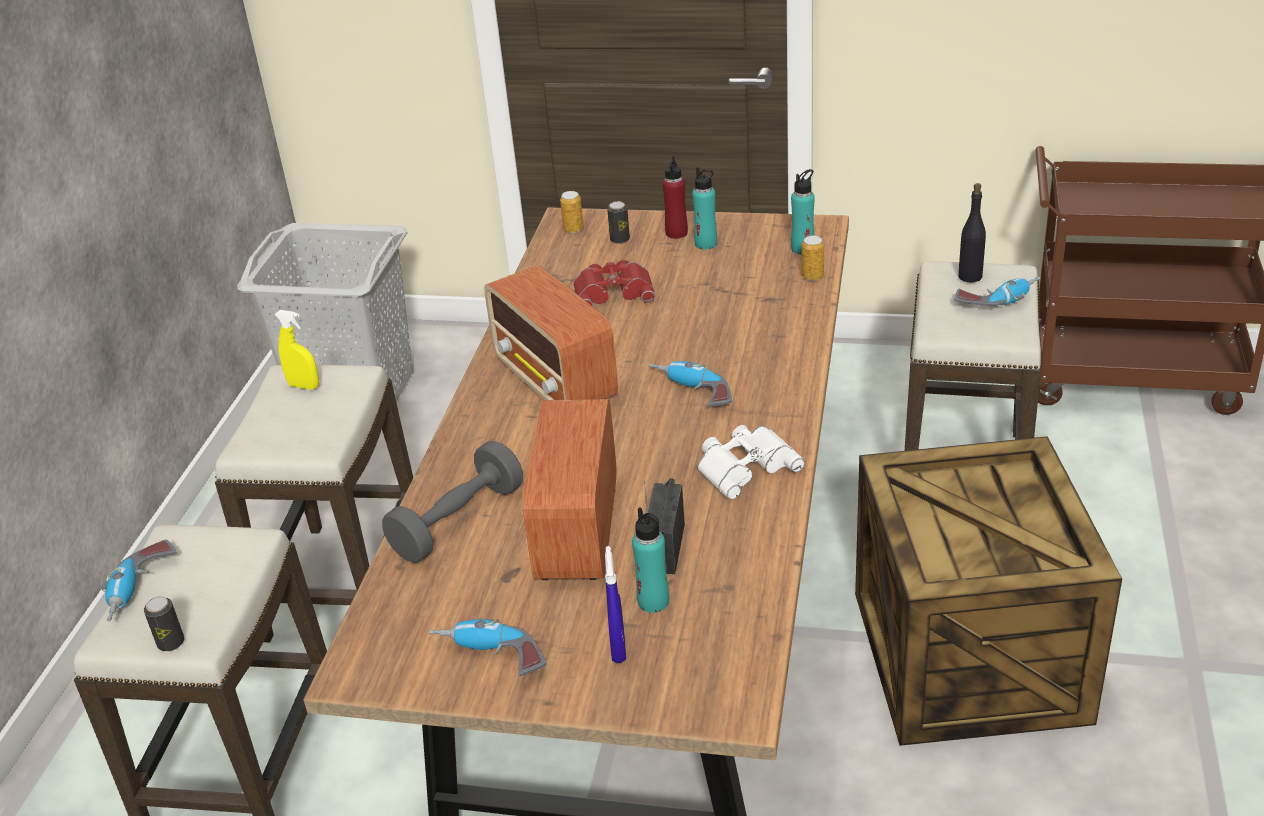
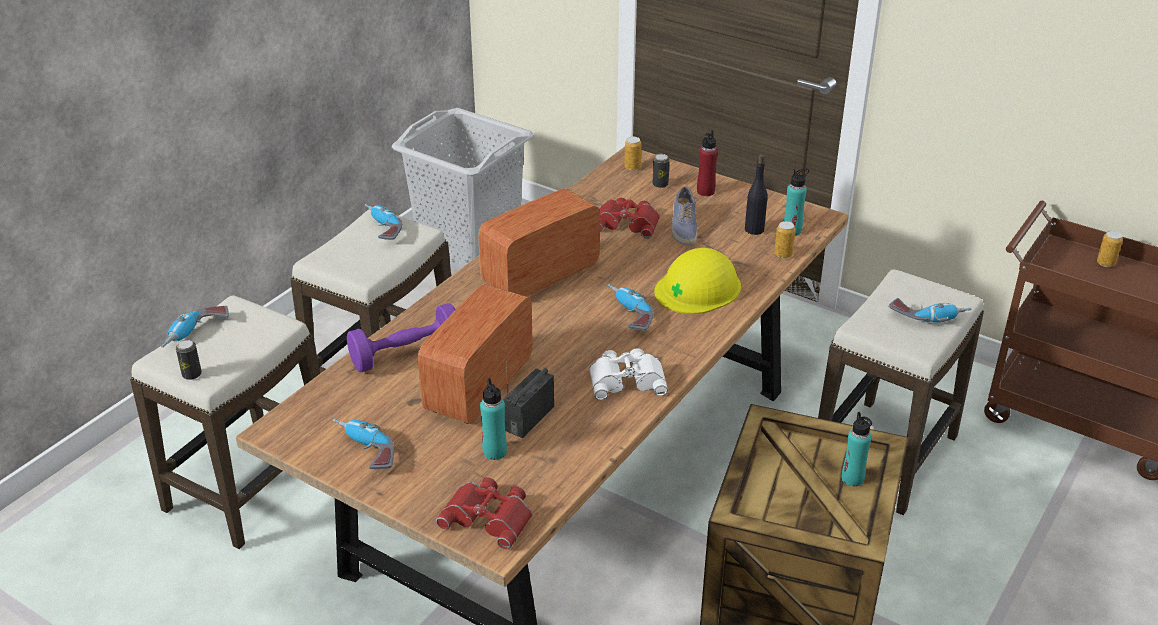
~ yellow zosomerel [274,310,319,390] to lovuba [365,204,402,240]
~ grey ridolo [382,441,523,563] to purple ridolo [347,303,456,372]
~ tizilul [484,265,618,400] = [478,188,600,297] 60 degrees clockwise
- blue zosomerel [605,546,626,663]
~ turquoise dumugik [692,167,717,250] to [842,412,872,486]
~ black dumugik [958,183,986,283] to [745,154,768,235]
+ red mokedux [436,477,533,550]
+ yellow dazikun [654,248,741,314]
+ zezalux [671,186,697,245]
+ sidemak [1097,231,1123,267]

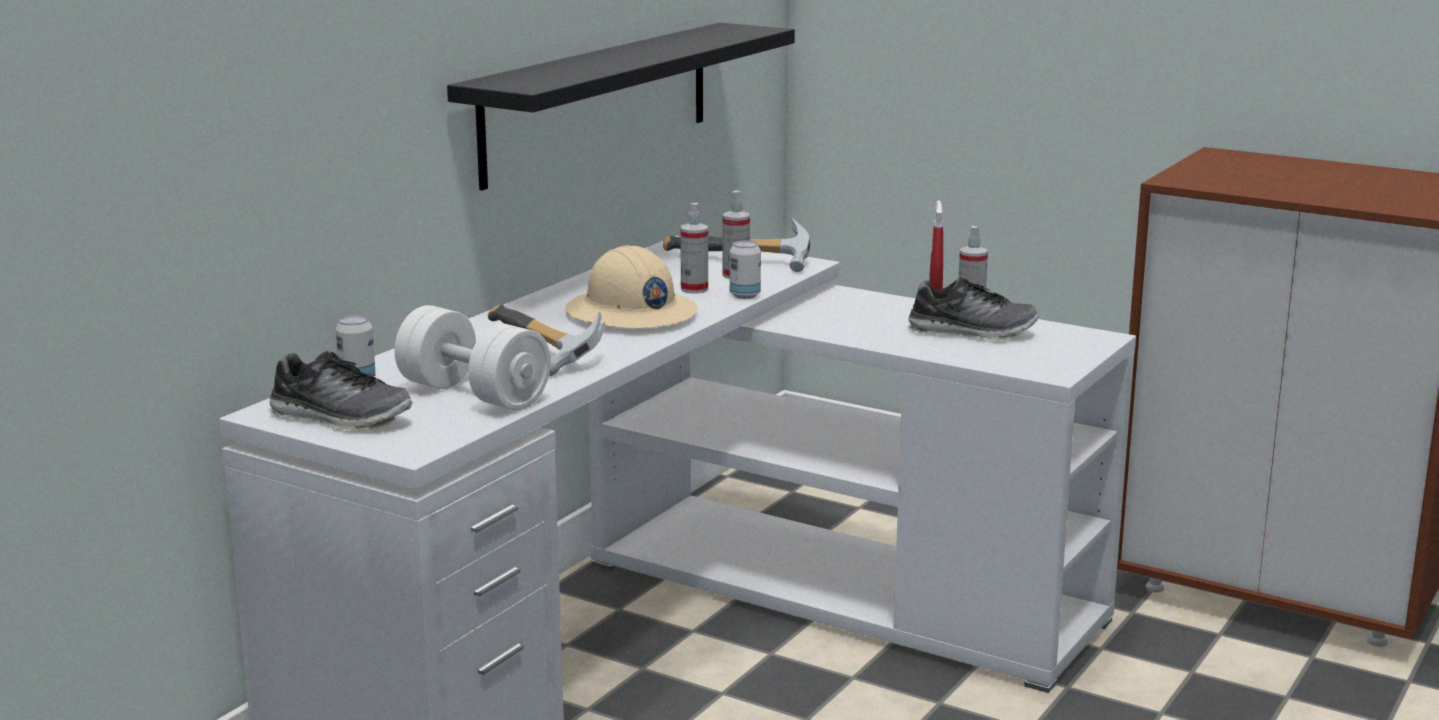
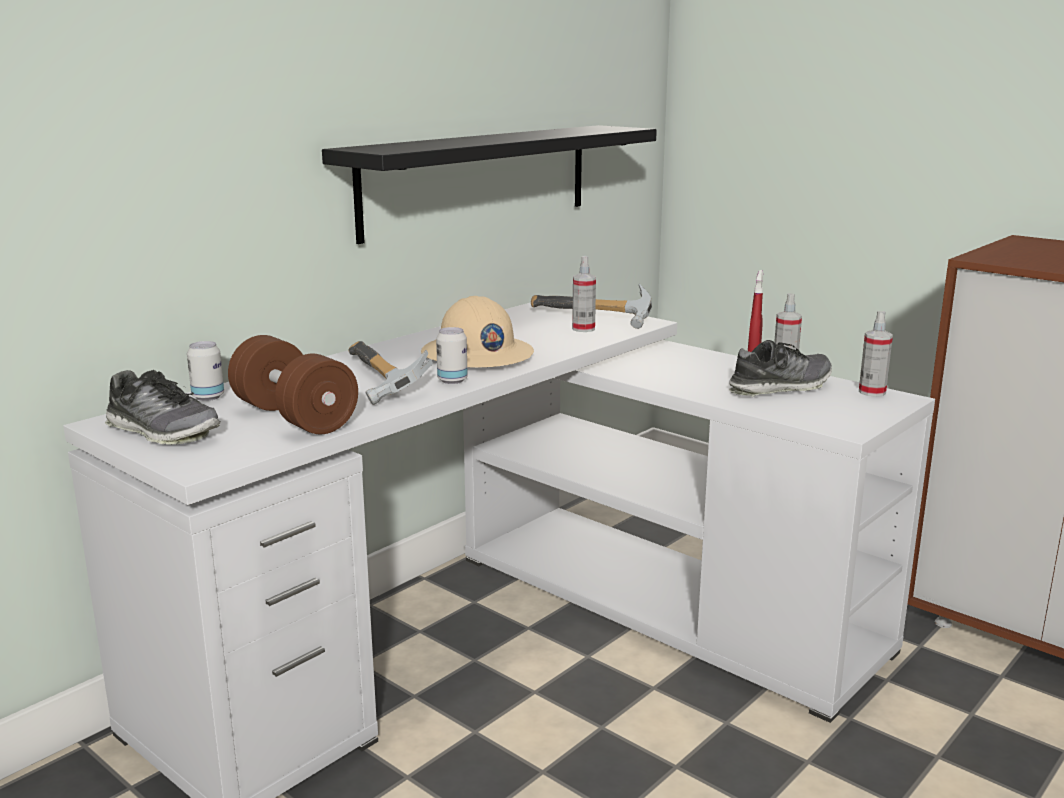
~ white ridolo [395,305,551,410] to brown ridolo [228,335,358,434]
~ zosomerel [680,203,708,294] to [859,311,893,397]
~ sidemak [730,240,761,299] to [436,327,468,384]
~ zezalux [908,277,1038,340] = [729,340,832,397] 45 degrees counterclockwise

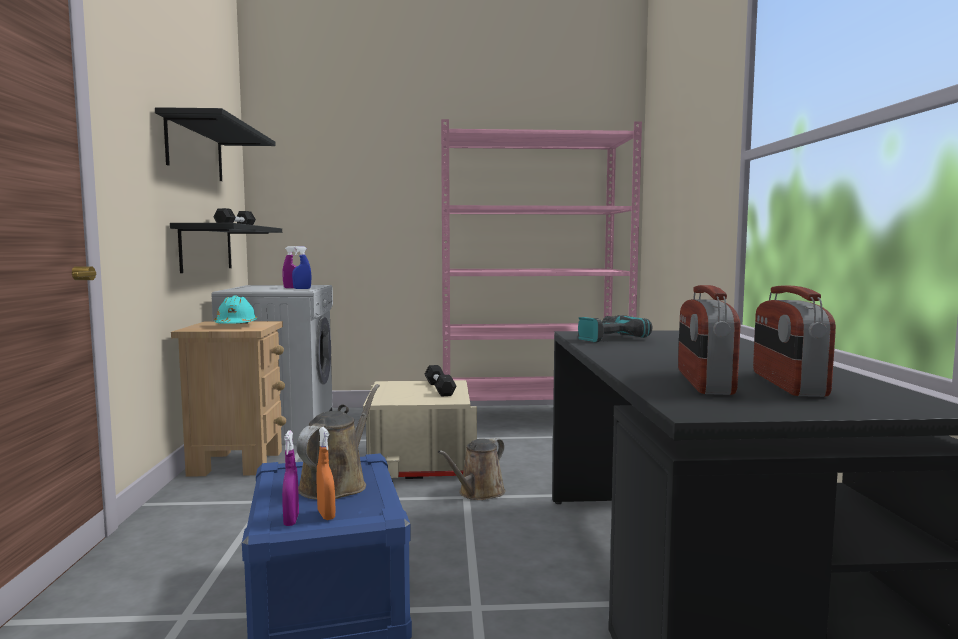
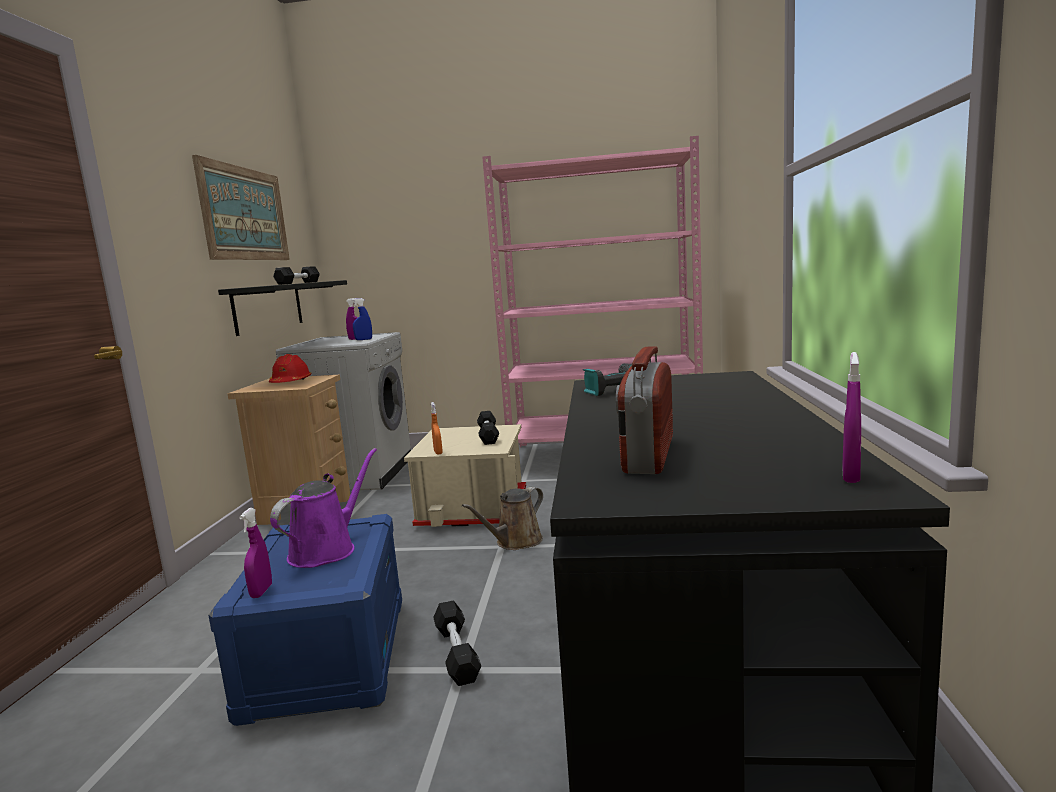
~ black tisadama [155,107,276,181] to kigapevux [192,155,290,260]
~ turquoise dazikun [214,295,257,324] to red dazikun [269,354,311,383]
~ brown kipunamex [297,384,380,500] to purple kipunamex [270,448,377,568]
~ orange zosomerel [316,427,335,520] to [431,402,443,455]
- tizilul [753,286,836,397]
+ black ridolo [433,600,481,686]
+ purple zosomerel [842,352,861,483]

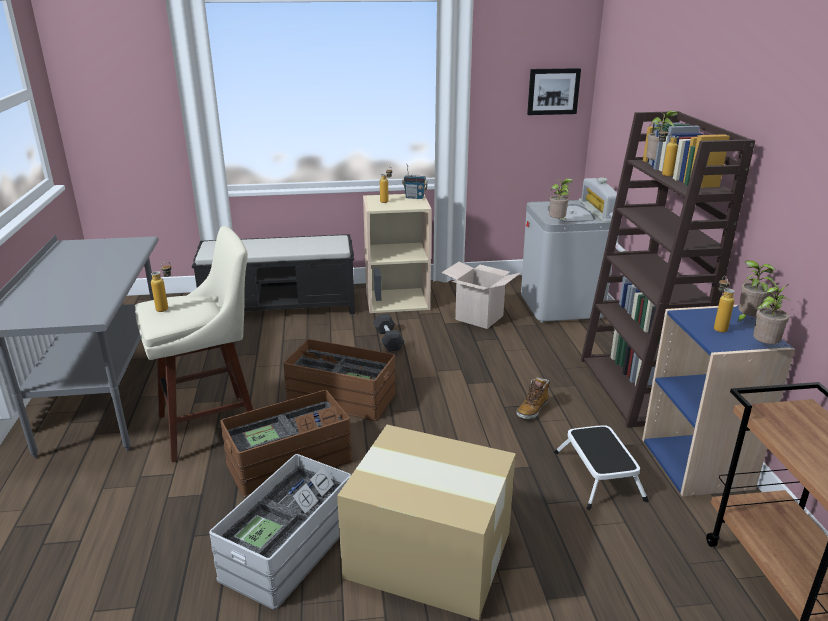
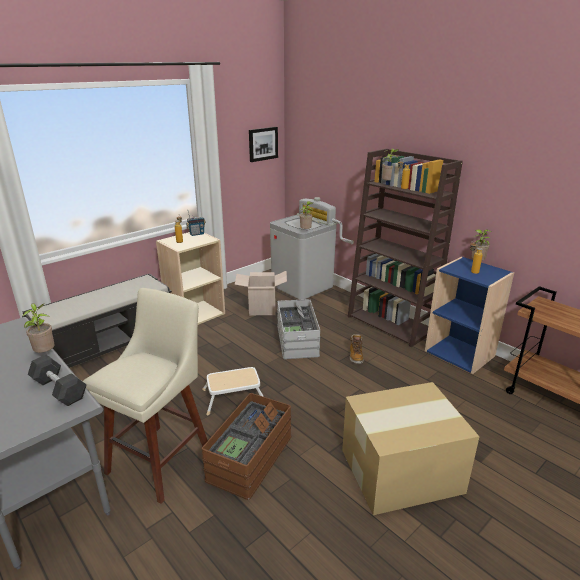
- dumugik [151,262,171,312]
~ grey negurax [209,454,351,610] to [277,299,320,359]
~ brown negurax [283,339,396,421] to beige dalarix [202,367,264,415]
~ black ridolo [373,313,404,352] to [28,354,87,406]
- black dalarix [554,425,649,510]
~ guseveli [753,280,792,344] to [22,303,55,353]

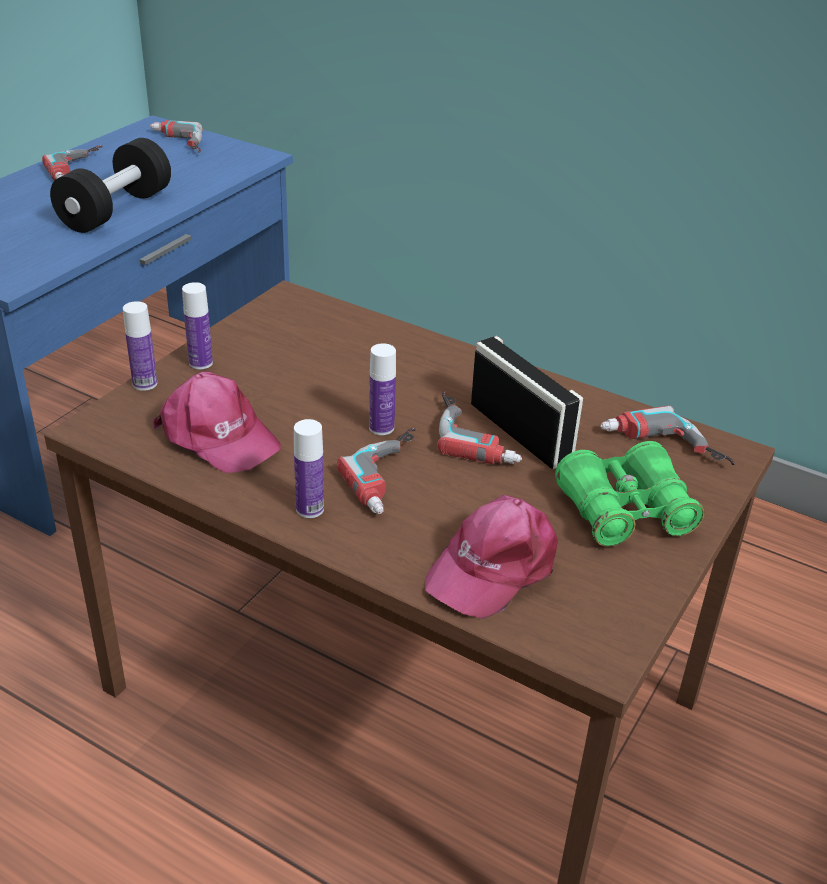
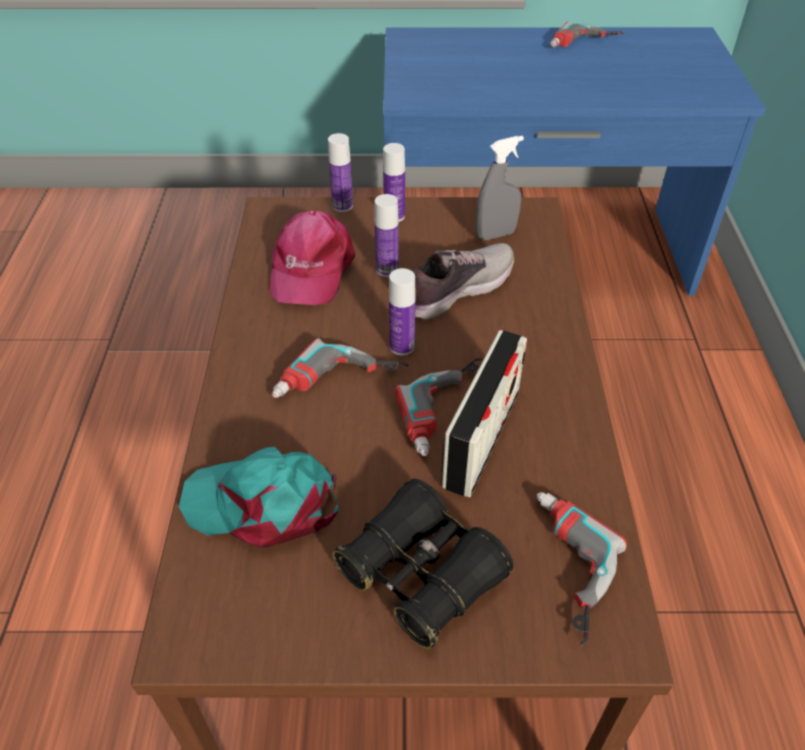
- black ridolo [50,138,171,233]
- lovuba [150,120,203,153]
~ dumugik [294,419,324,518] to [375,194,399,277]
~ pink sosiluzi [425,495,558,619] to turquoise sosiluzi [179,447,339,547]
~ green mokedux [555,441,705,547] to black mokedux [332,479,513,649]
+ zezalux [412,243,515,320]
+ grey zosomerel [476,136,524,241]

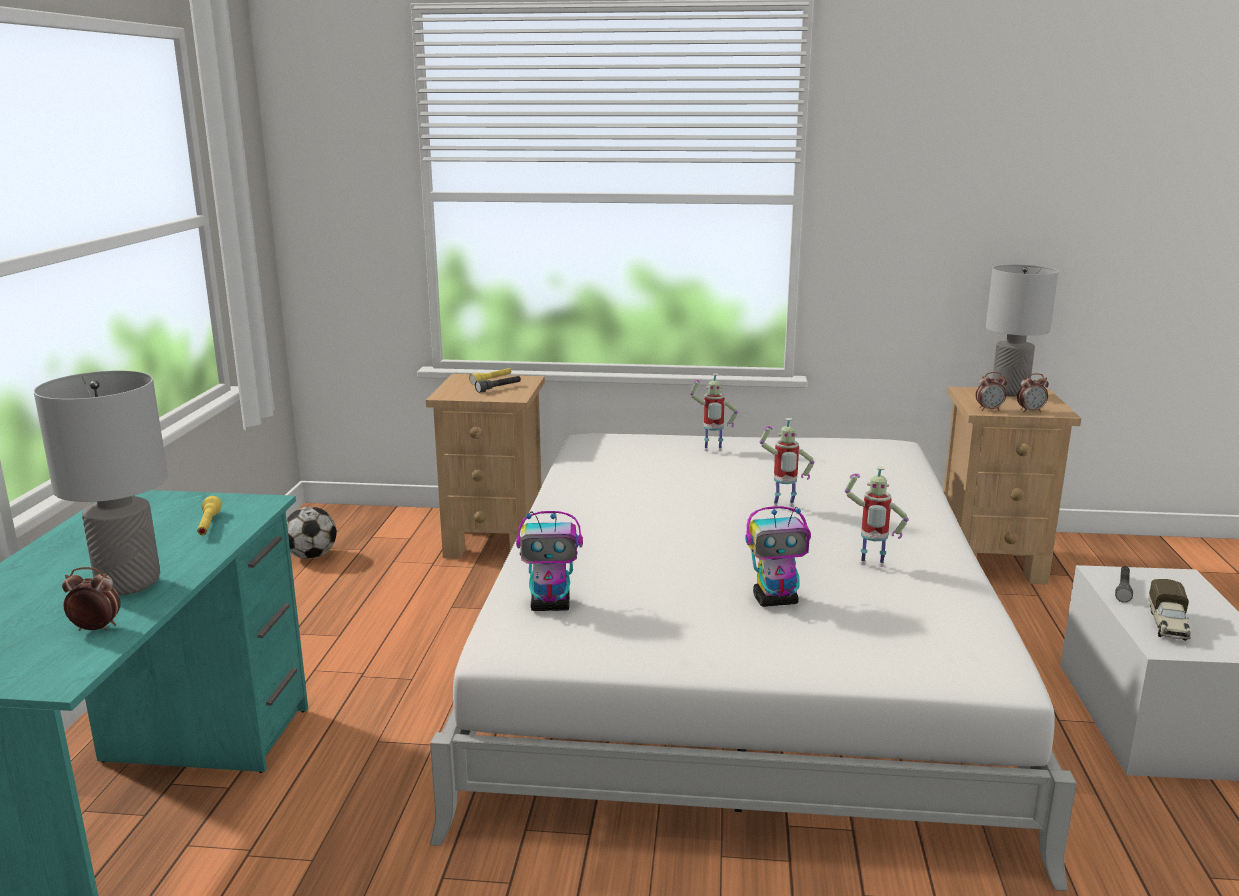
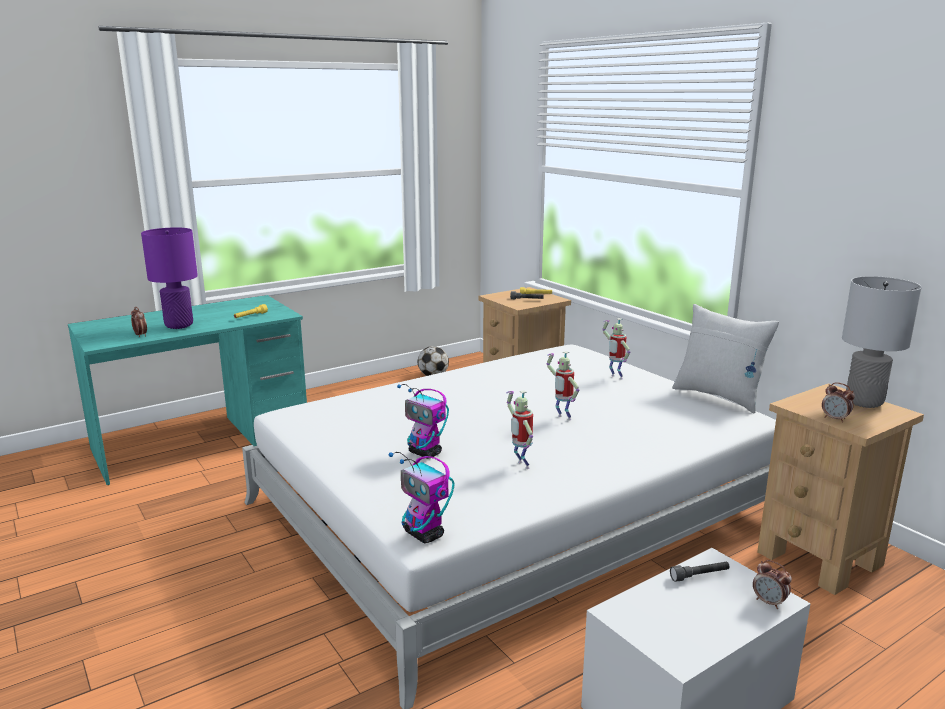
~ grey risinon [33,370,168,595] to purple risinon [141,227,198,329]
~ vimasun [516,511,583,611] to [388,452,455,543]
~ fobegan [976,372,1007,411] to [753,560,792,609]
- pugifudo [1148,579,1191,641]
+ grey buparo [672,304,779,413]

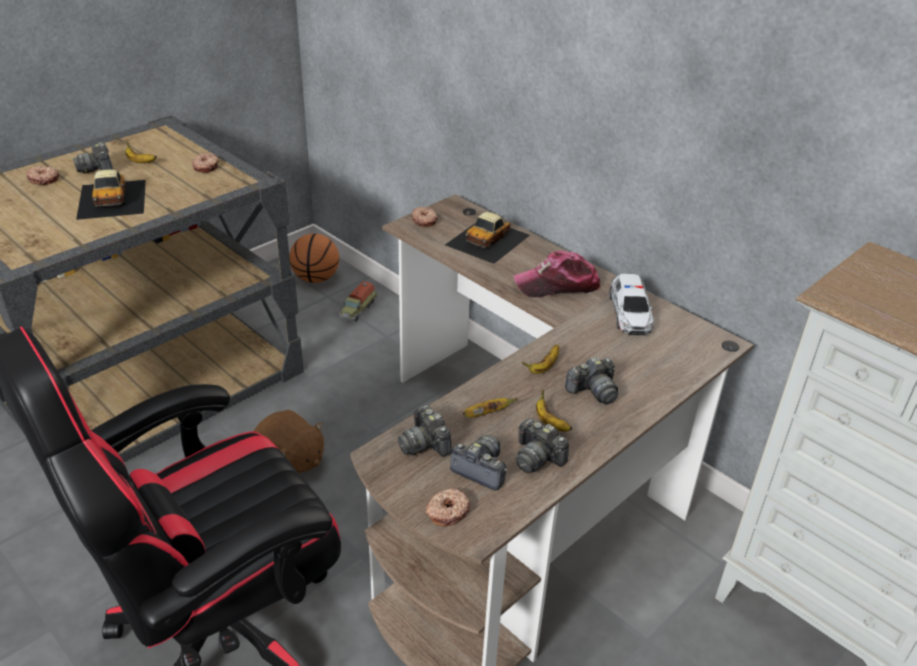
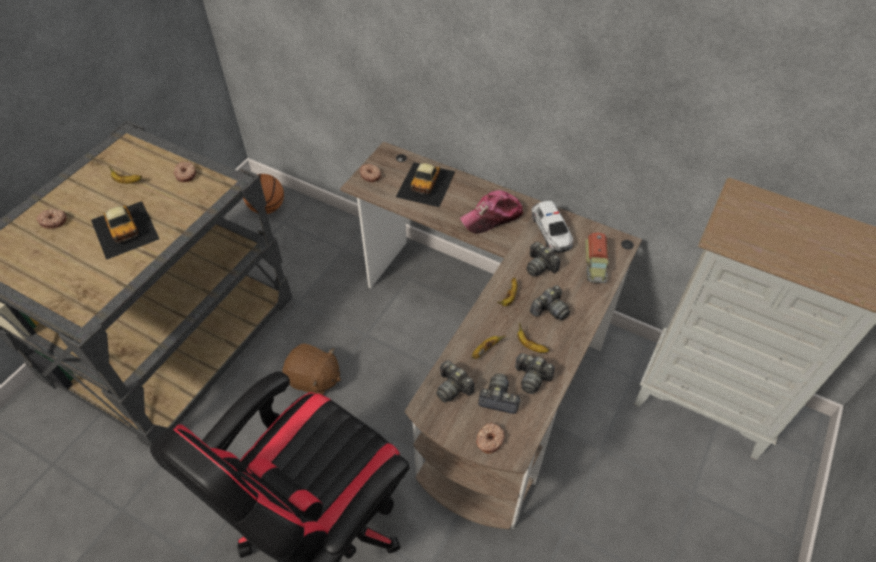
~ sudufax [73,142,113,174] to [526,242,560,276]
~ pugifudo [339,282,377,322] to [585,232,609,283]

